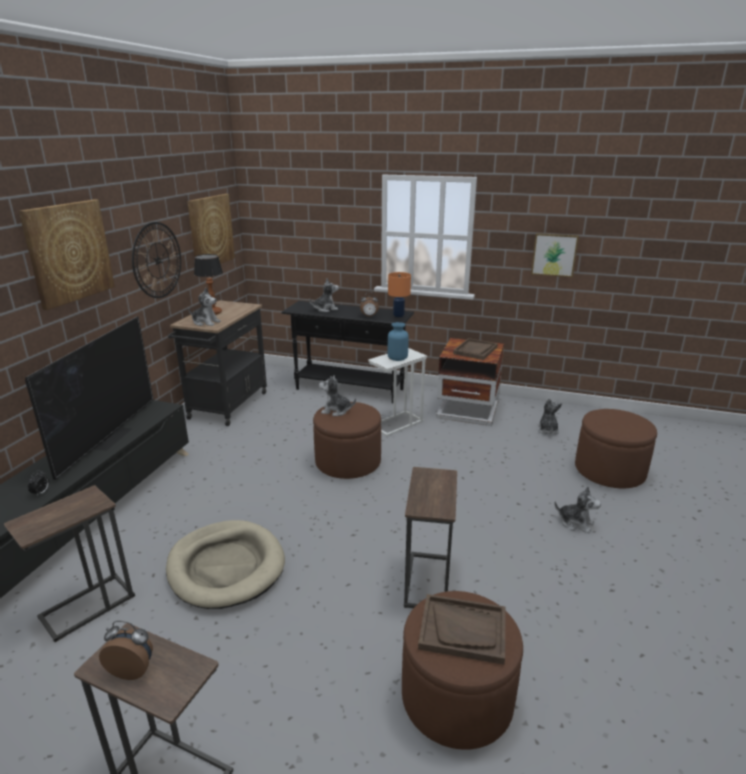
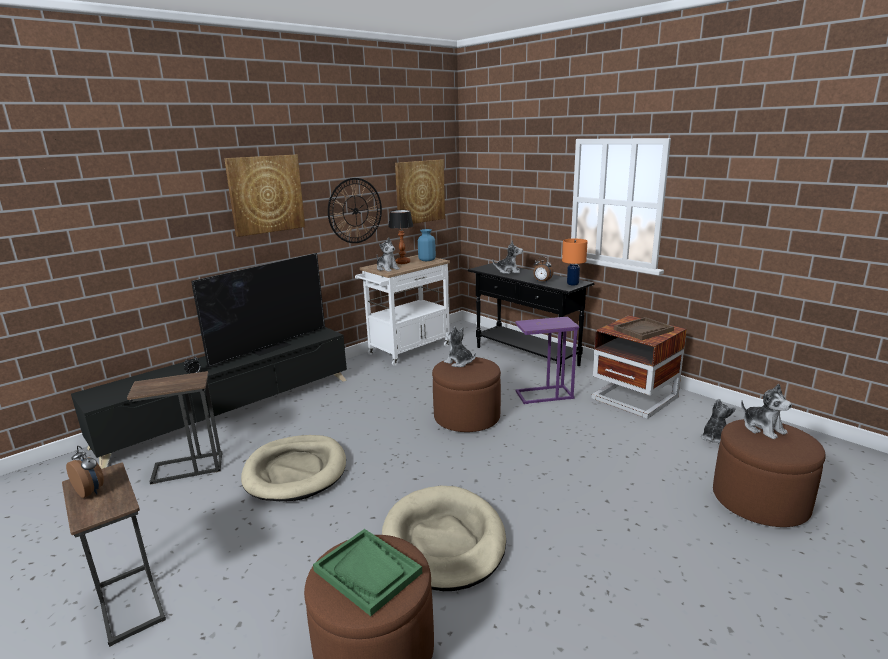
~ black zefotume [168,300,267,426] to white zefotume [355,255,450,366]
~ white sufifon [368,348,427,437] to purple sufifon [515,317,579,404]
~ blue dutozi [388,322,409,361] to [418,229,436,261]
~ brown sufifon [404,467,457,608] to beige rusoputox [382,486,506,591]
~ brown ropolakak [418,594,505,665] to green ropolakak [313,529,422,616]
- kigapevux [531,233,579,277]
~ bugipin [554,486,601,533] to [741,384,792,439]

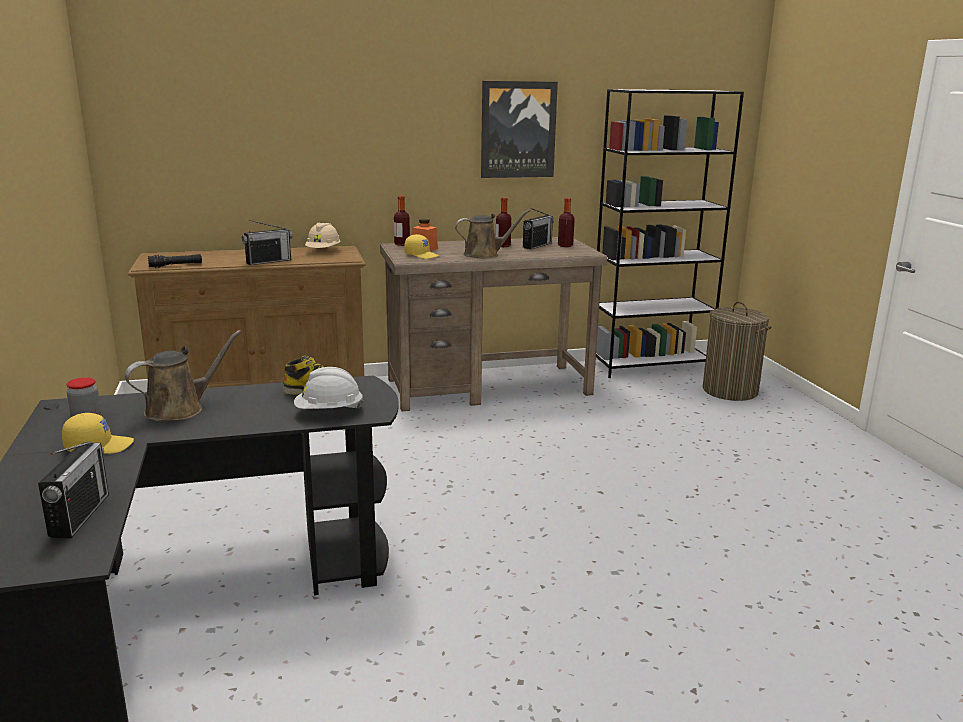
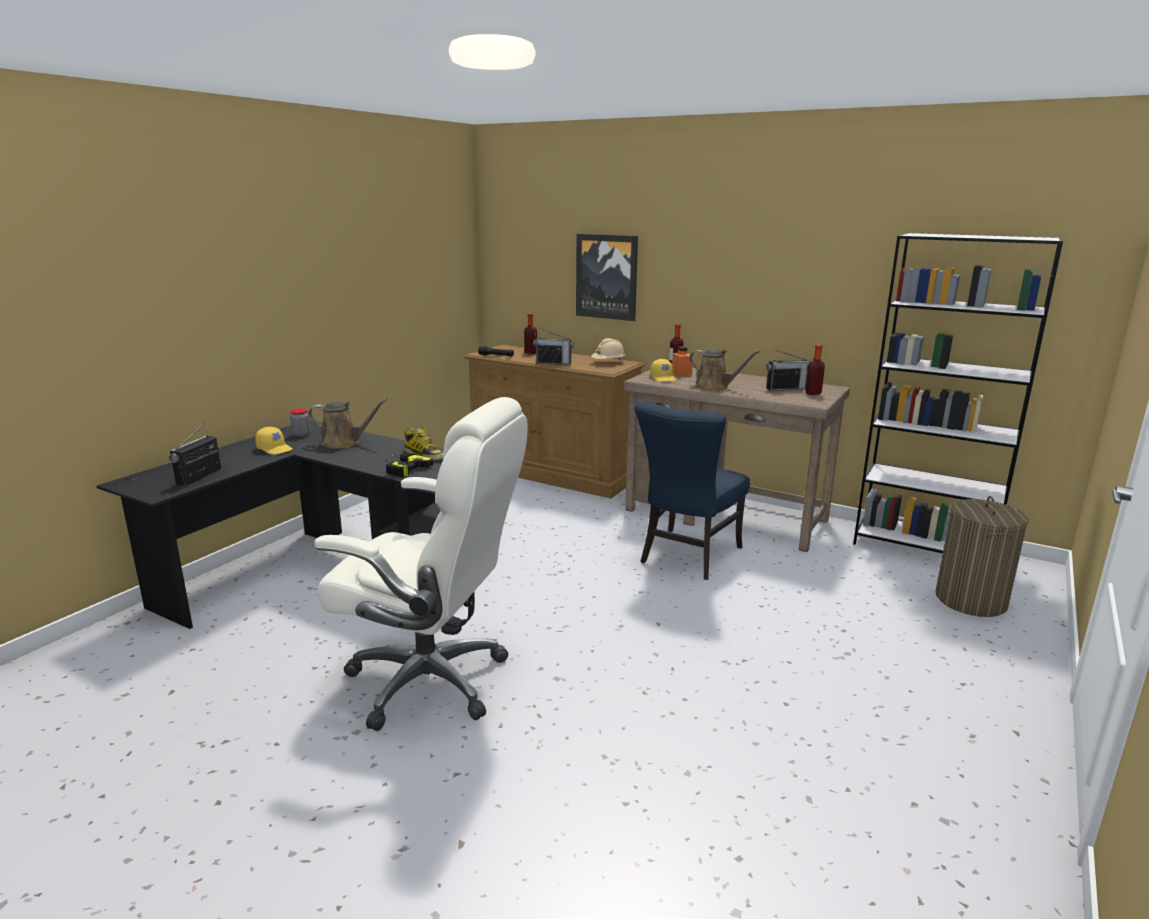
~ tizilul [38,441,109,538] = [169,423,221,486] 150 degrees clockwise
~ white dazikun [294,367,364,409] to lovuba [386,453,433,477]
~ kigapevux [481,81,558,178] to [576,234,638,321]
~ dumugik [496,197,512,247] to [524,313,537,355]
+ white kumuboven [314,397,528,731]
+ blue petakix [634,401,750,580]

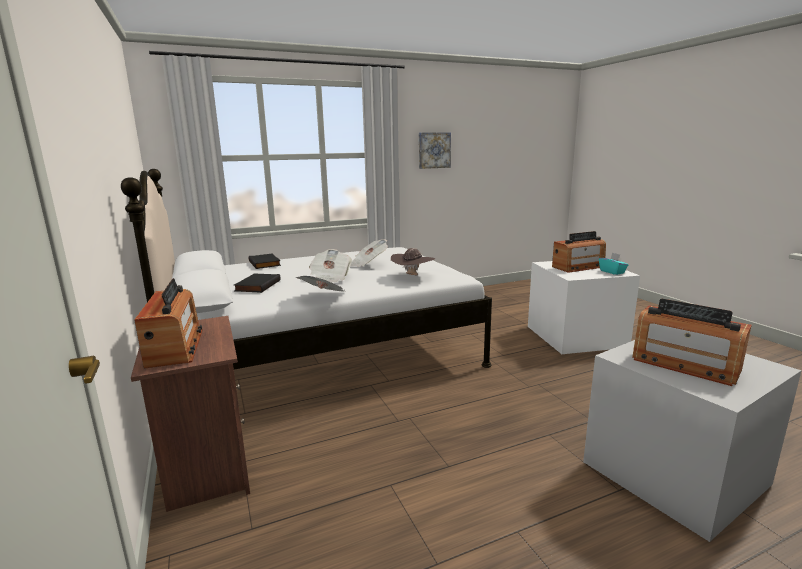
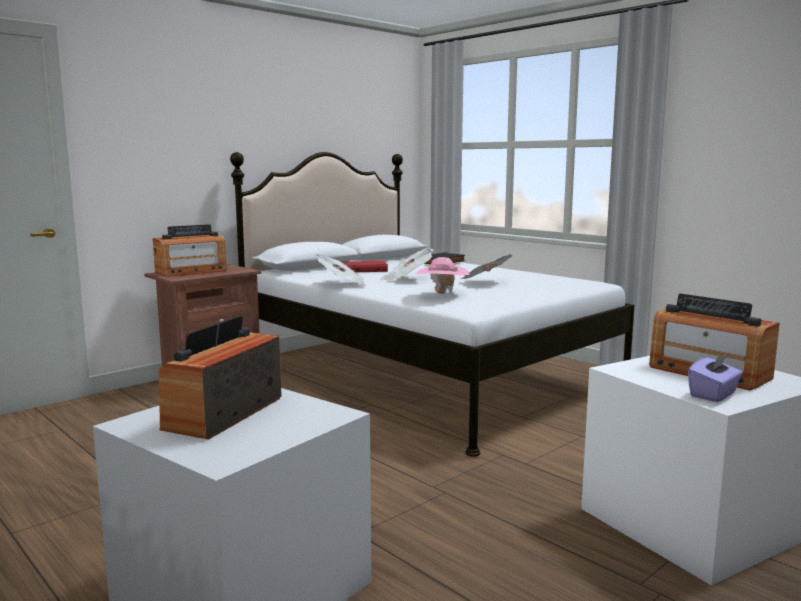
~ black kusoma [234,273,281,293] to red kusoma [342,261,388,272]
~ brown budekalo [391,248,435,276] to pink budekalo [416,257,470,294]
- kigapevux [419,132,451,169]
~ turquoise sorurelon [599,253,628,275] to purple sorurelon [688,353,743,402]

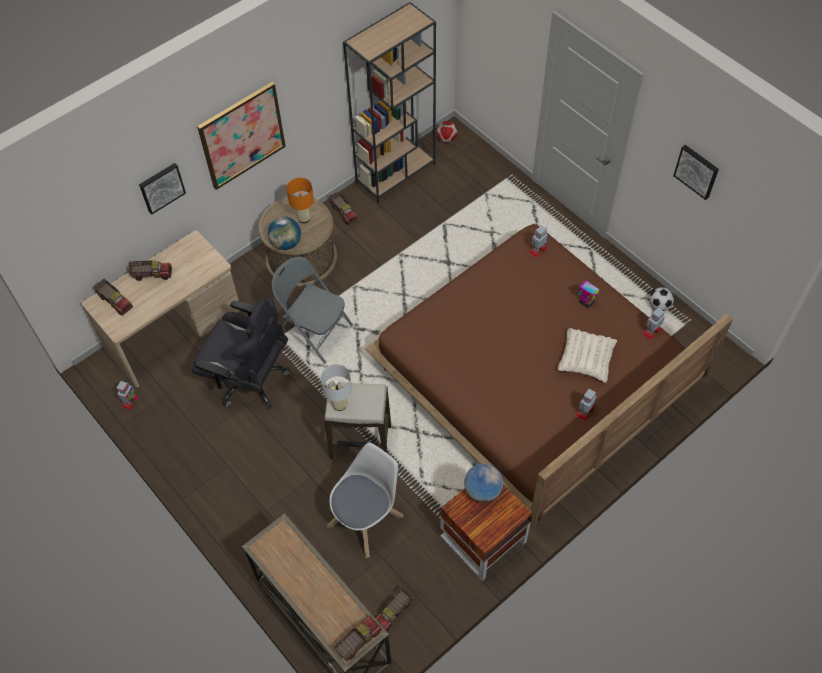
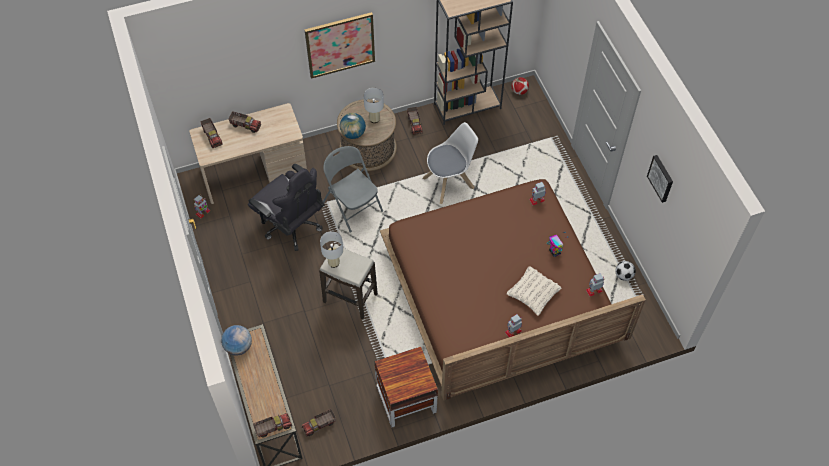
- kigapevux [139,163,186,215]
~ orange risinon [287,178,314,223] to white risinon [364,88,384,123]
~ petakix [327,443,403,558] to [422,122,478,204]
~ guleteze [464,464,503,503] to [221,325,252,355]

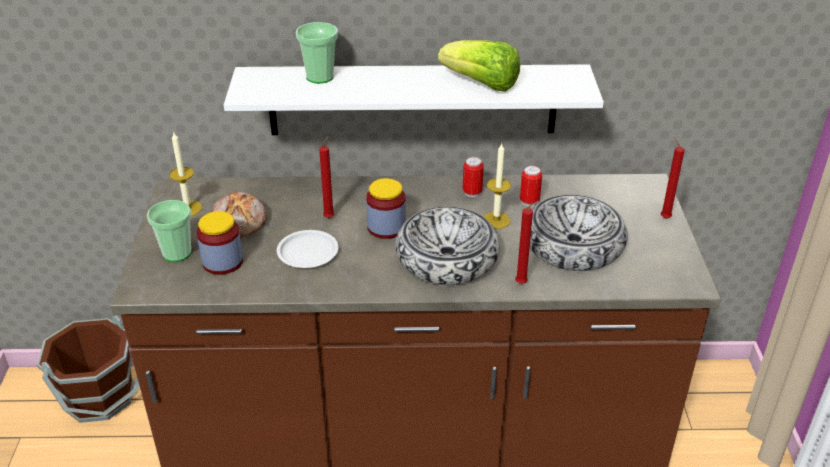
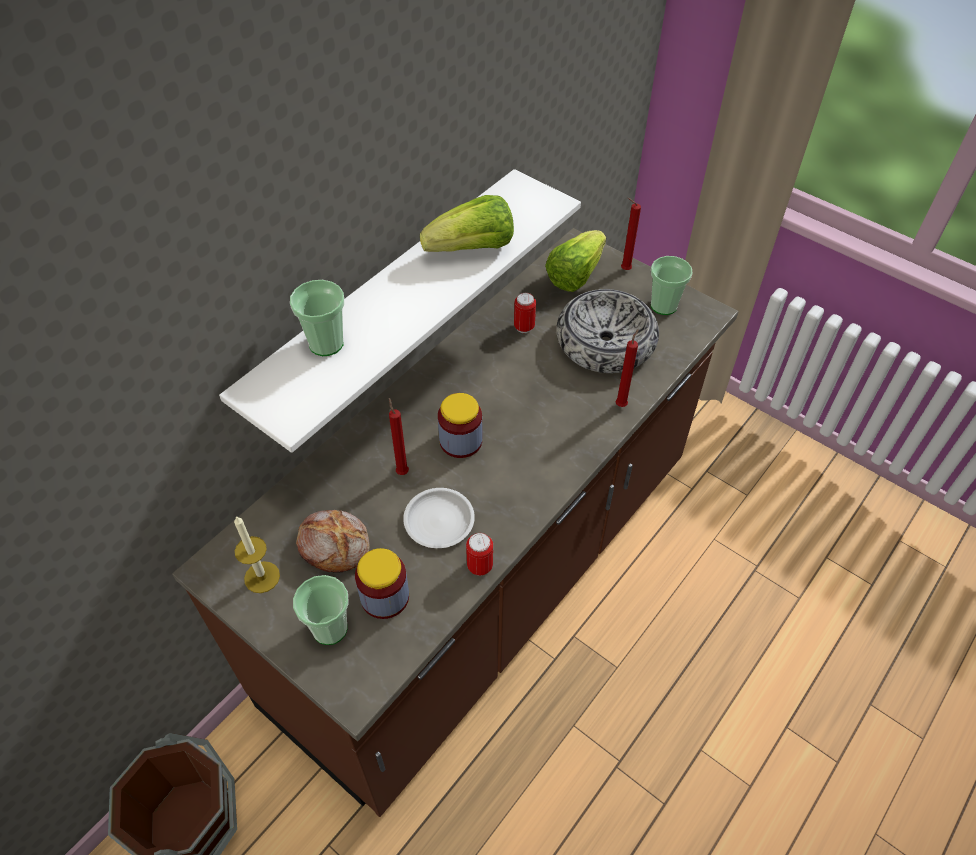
- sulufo [395,207,500,285]
~ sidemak [463,157,484,197] to [466,533,493,576]
- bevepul [484,144,511,229]
+ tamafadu [545,230,606,292]
+ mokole [651,256,693,315]

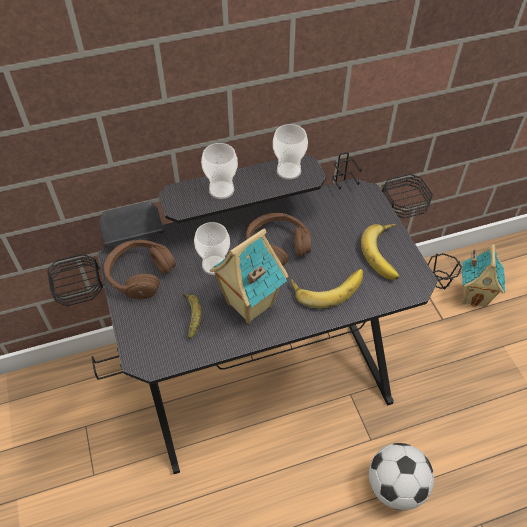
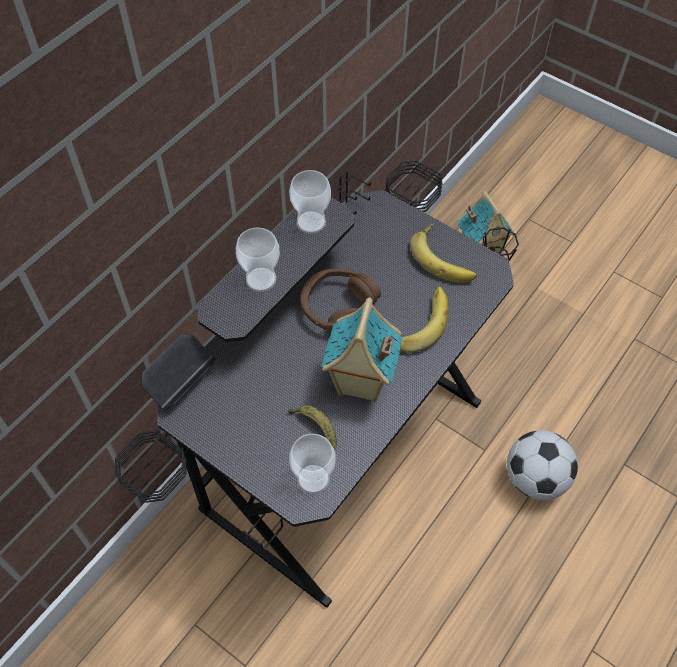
- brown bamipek [104,240,176,299]
~ mokole [194,222,230,275] to [289,434,336,494]

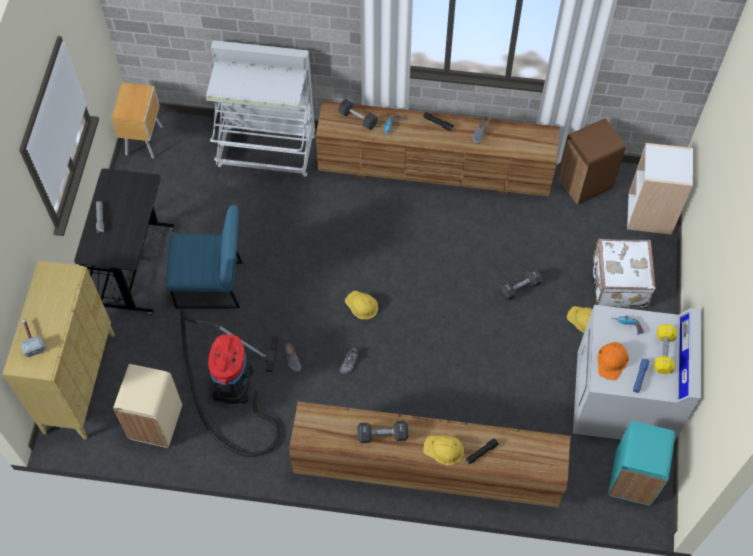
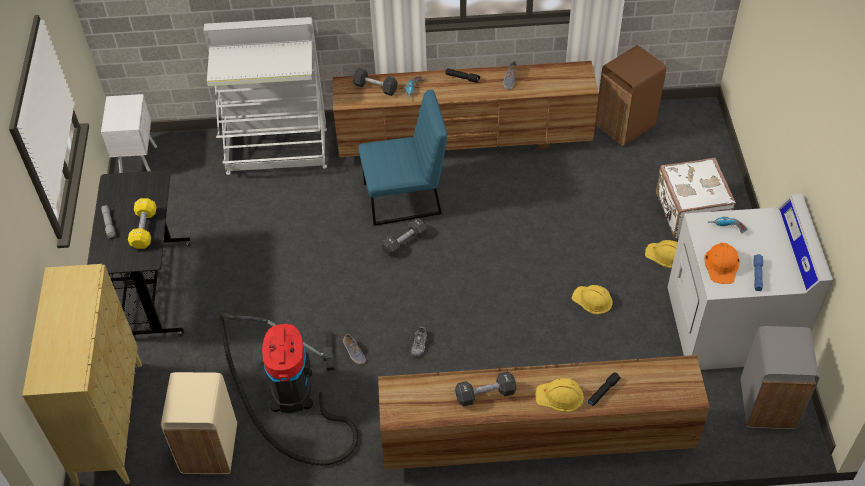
- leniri [20,319,46,357]
~ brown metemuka [111,83,163,159] to white metemuka [101,94,157,173]
~ blue petakix [166,205,243,309] to [358,90,447,226]
~ yellow dazikun [345,291,378,320] to [572,285,613,315]
~ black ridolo [499,269,542,301] to [382,218,427,256]
~ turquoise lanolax [608,421,676,505] to grey lanolax [741,326,819,429]
- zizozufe [627,143,693,235]
~ yellow ridolo [654,324,677,374] to [128,198,157,249]

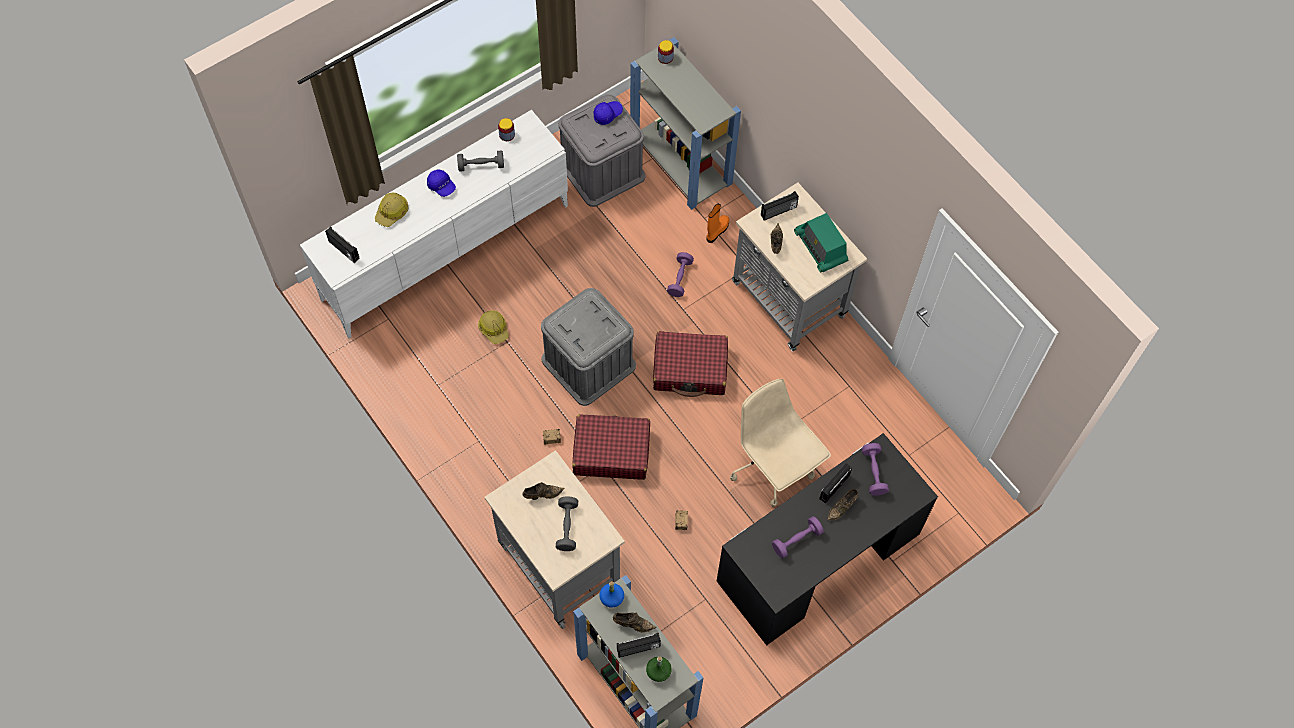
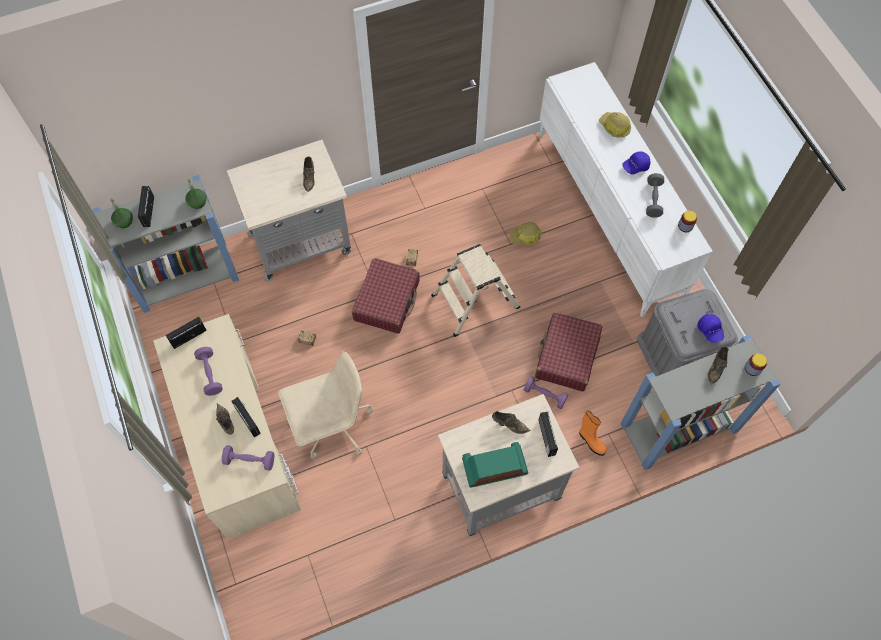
~ tizilul [325,227,359,263] to [166,317,207,349]
~ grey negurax [541,288,636,406] to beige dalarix [431,244,520,337]
- grey ridolo [556,496,578,551]
~ blue dumugik [599,581,624,608] to green dumugik [185,178,207,209]
~ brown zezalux [613,612,657,633] to [708,347,729,385]
~ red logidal [653,331,728,397] to [535,312,602,391]
~ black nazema [717,433,938,646] to beige nazema [153,314,301,539]

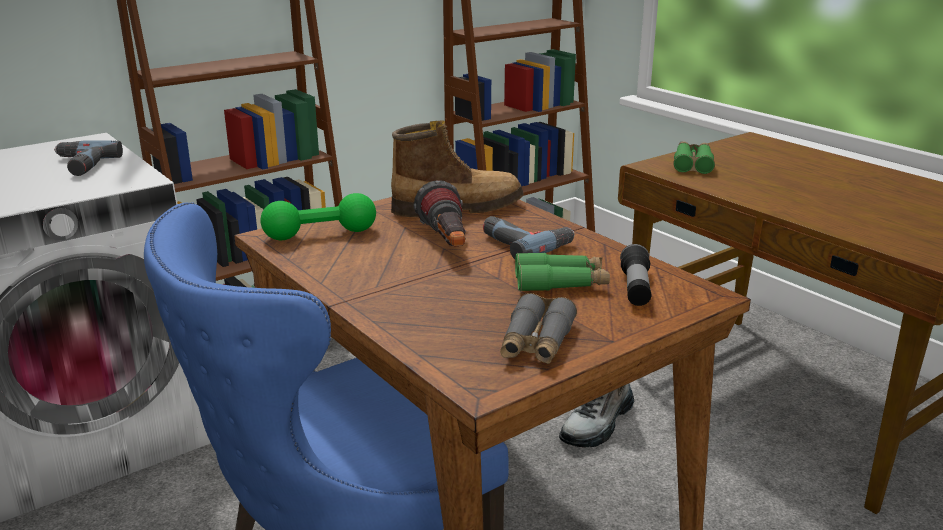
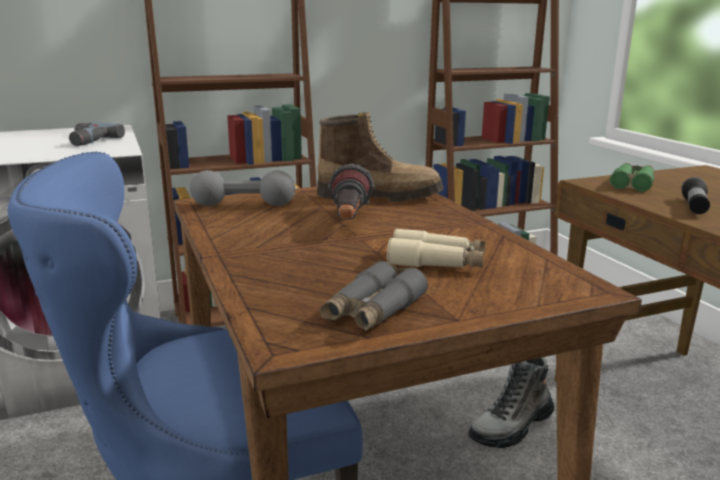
~ green ridolo [261,193,376,240] to grey ridolo [190,170,295,206]
- lovuba [483,216,575,259]
~ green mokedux [515,253,610,291] to beige mokedux [387,228,485,267]
~ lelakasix [620,244,651,306] to [681,177,710,214]

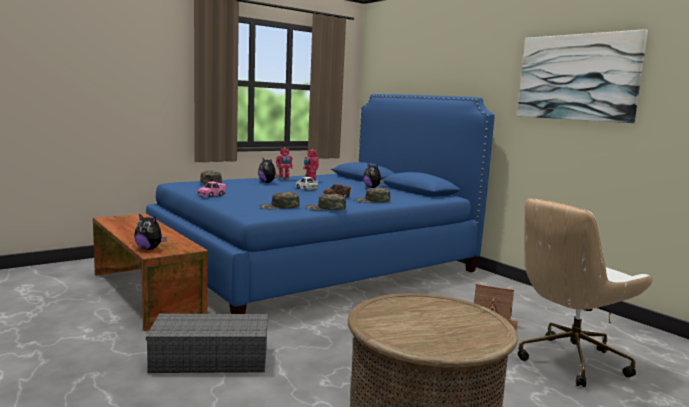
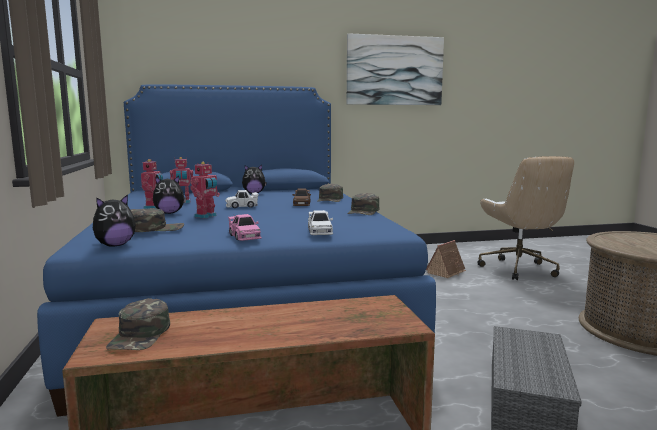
~ bugipin [134,214,167,250] to [93,194,136,247]
~ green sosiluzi [260,192,300,209] to [106,298,170,350]
+ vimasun [190,162,220,219]
+ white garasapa [308,210,333,235]

